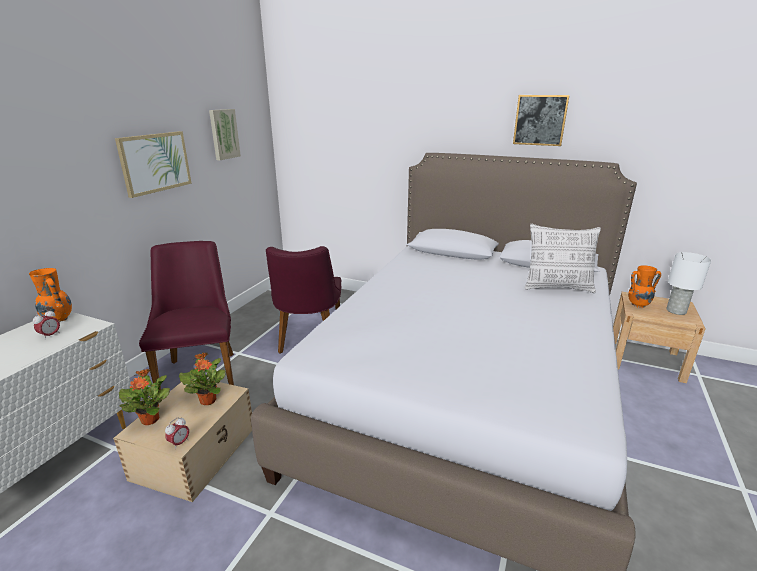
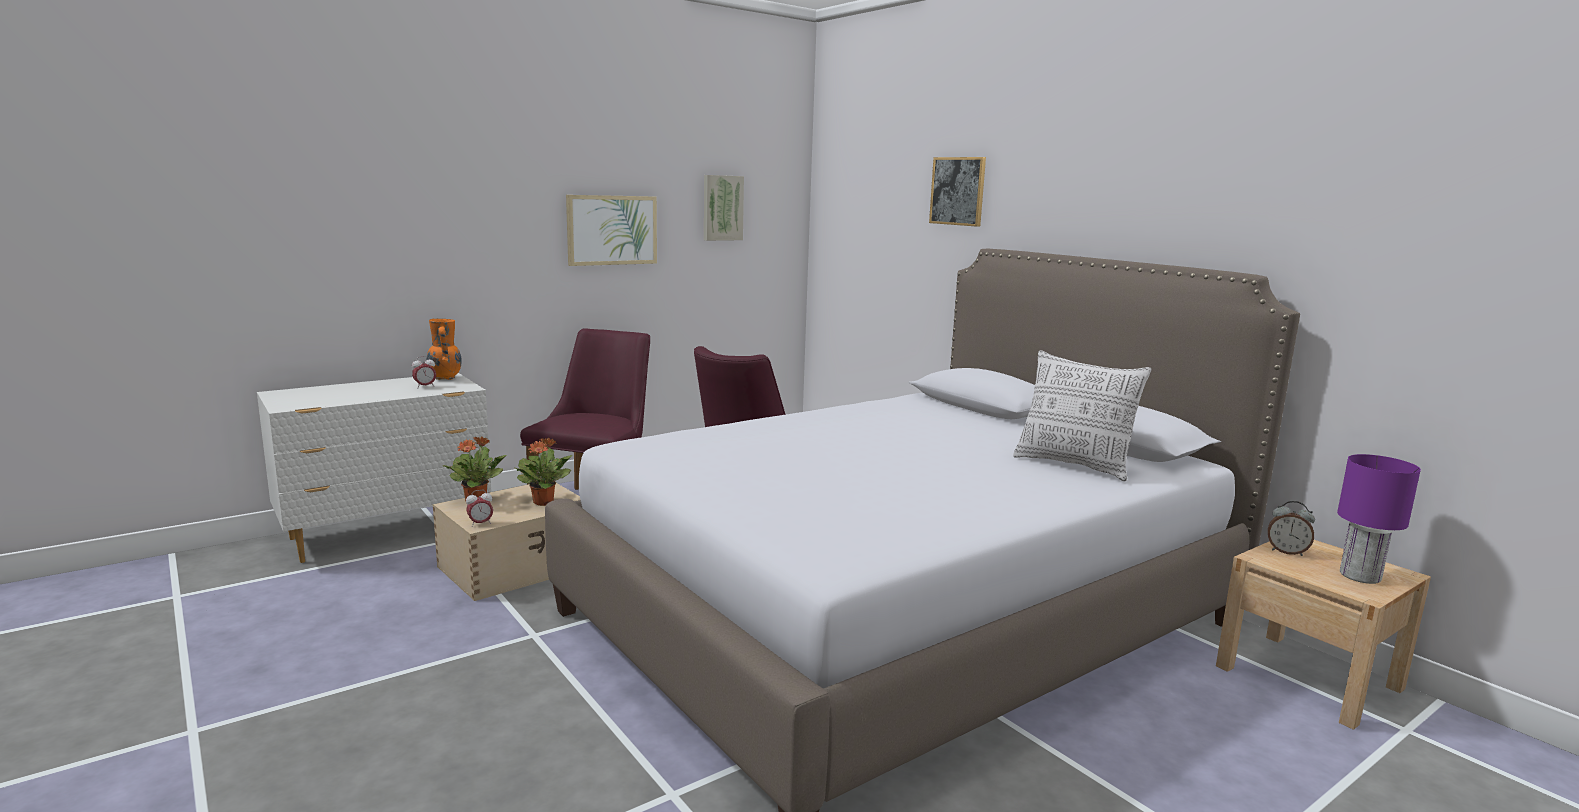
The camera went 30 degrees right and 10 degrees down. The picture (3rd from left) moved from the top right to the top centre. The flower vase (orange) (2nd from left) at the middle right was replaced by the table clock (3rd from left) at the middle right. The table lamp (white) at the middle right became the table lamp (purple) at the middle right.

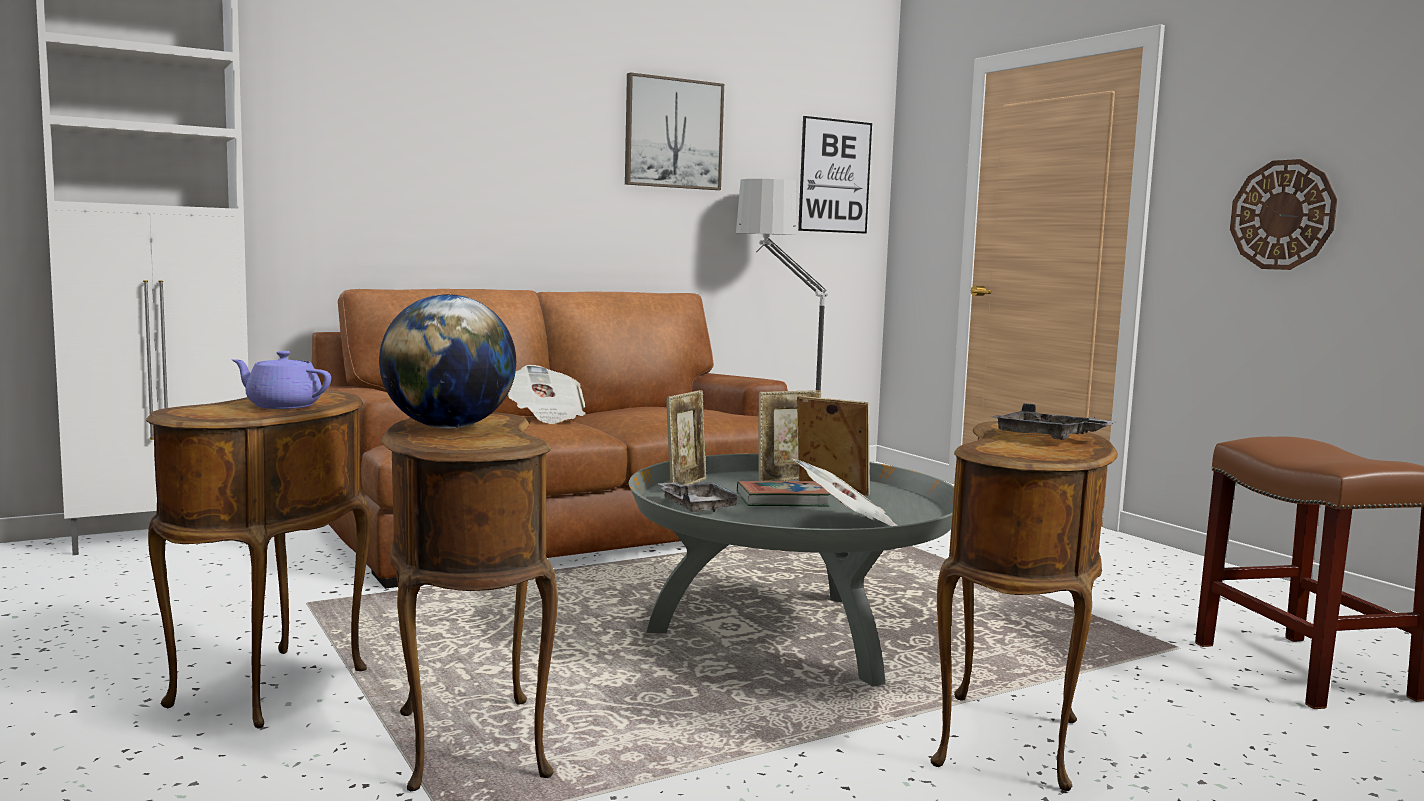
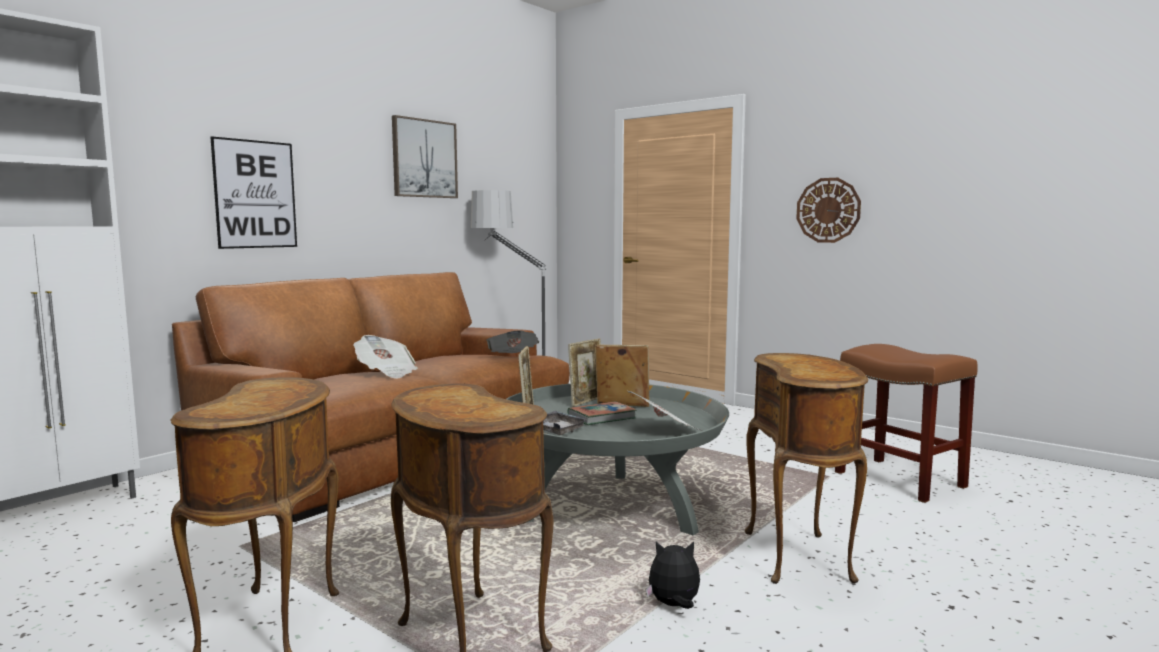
The camera went 20 degrees left and 0 degrees up. The picture (2nd from left in the first image) moved from the top centre to the top left. The daily paper (2nd from left) at the centre appeared. The soft toy at the bottom centre appeared. The teapot (purple) at the middle left disappeared. The world globe at the middle left disappeared. The serving tray (gray) (2nd from left) at the middle right disappeared.

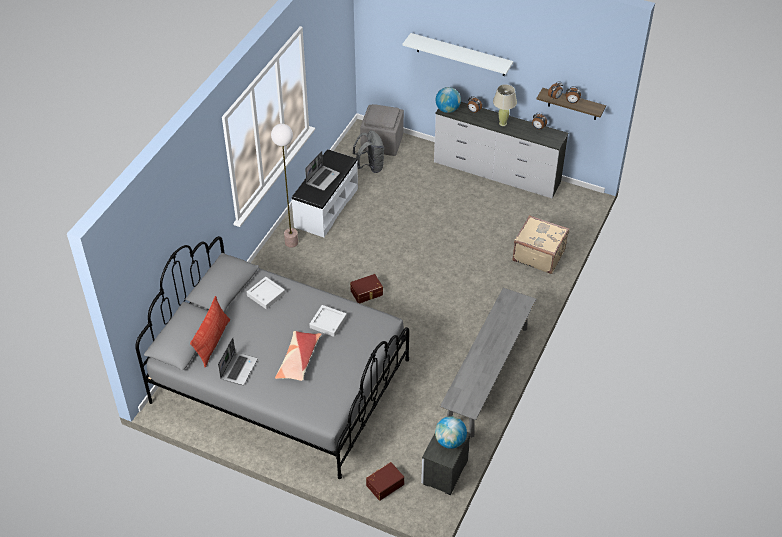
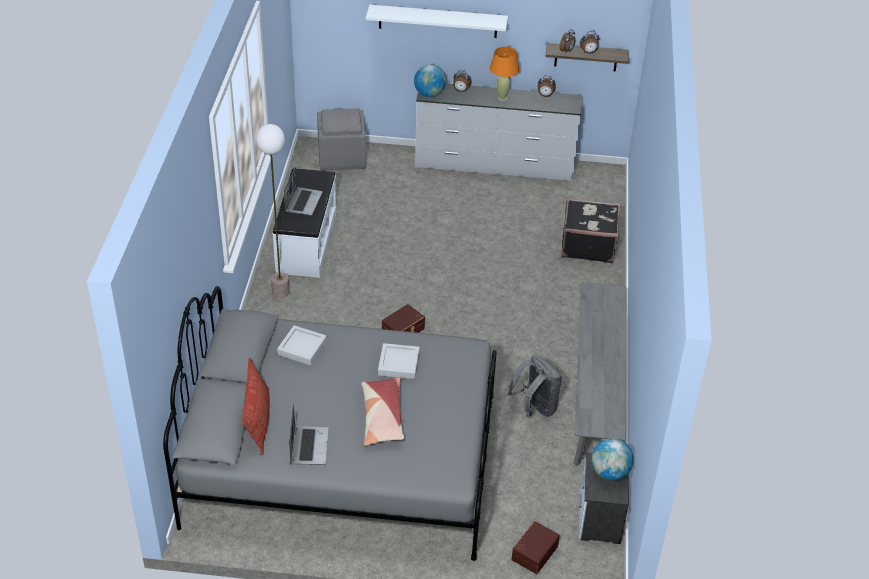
The camera went 20 degrees left and 5 degrees down. The table lamp (beige) at the top centre became the table lamp (orange) at the top centre. The knapsack (gray) moved from the top centre to the bottom centre. The piece of luggage (beige) at the middle right became the piece of luggage (black) at the middle right.

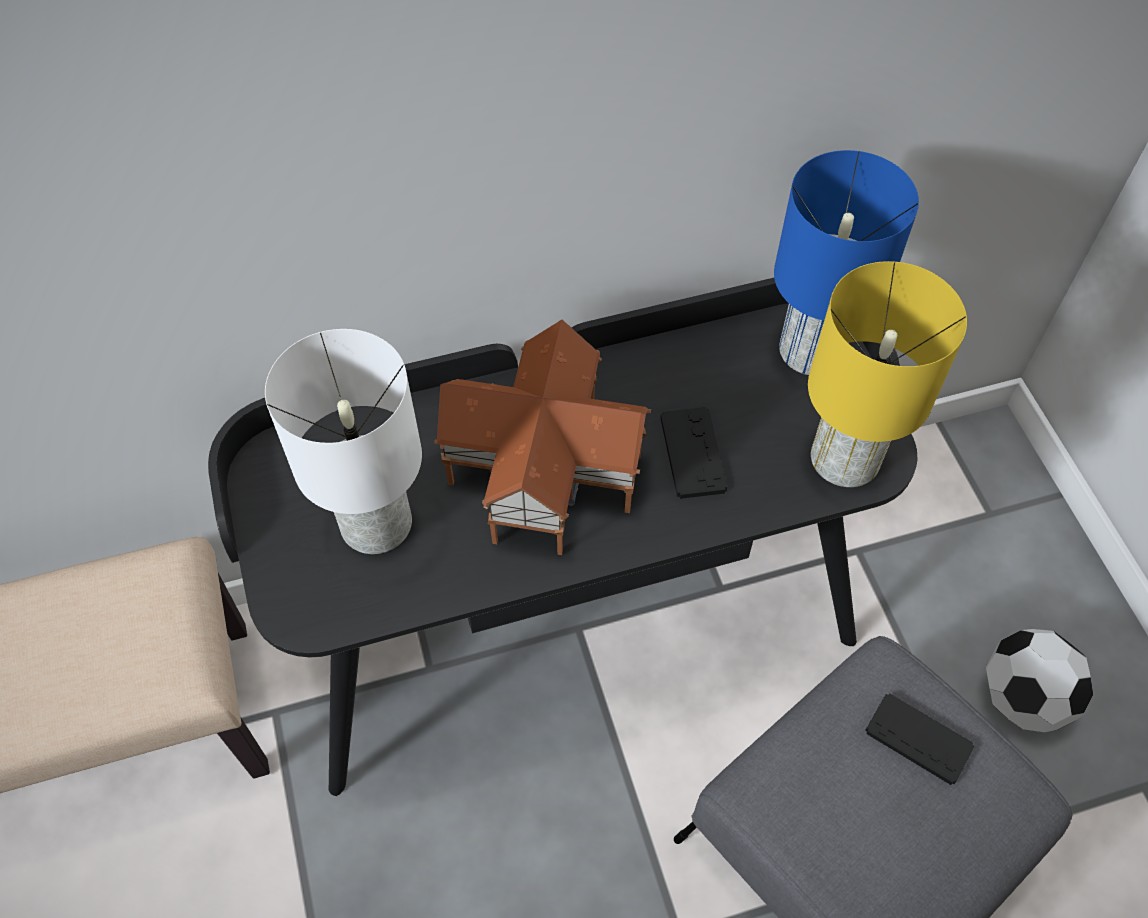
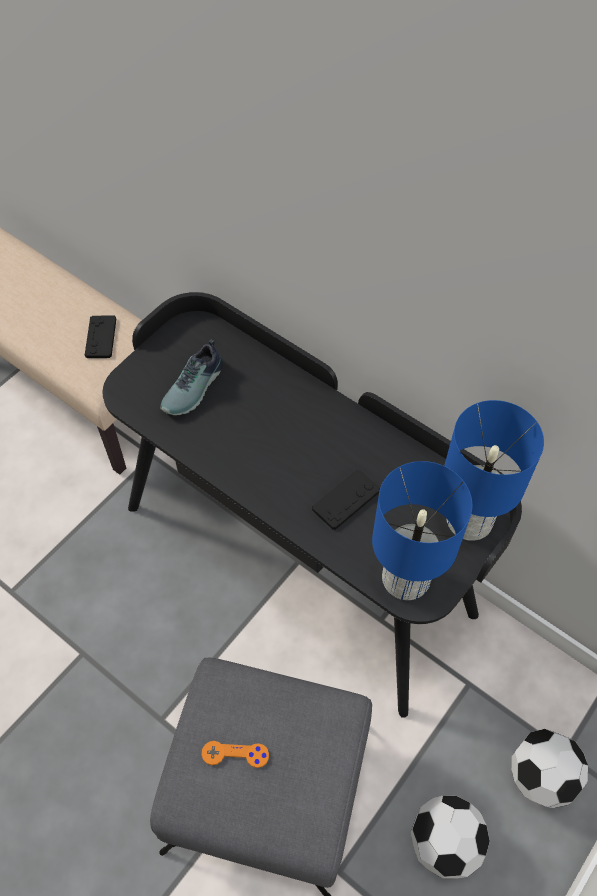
The camera went 55 degrees right and 0 degrees up. The game controller (black) (2nd from left in the first image) moved from the bottom right to the middle left. The table lamp (white) at the middle left was replaced by the shoe at the middle left. The game controller (orange) at the bottom centre appeared. The table lamp (yellow-coloured) at the middle right became the table lamp (blue-coloured) (1st from left) at the middle right. The football (2nd from left) at the bottom right appeared. The toy house at the centre disappeared.

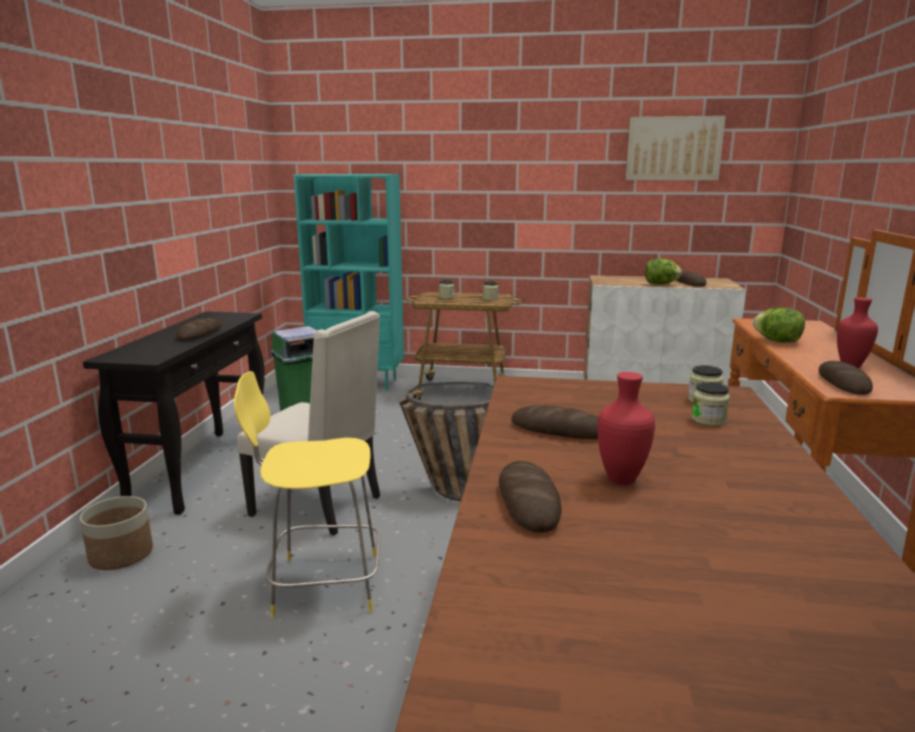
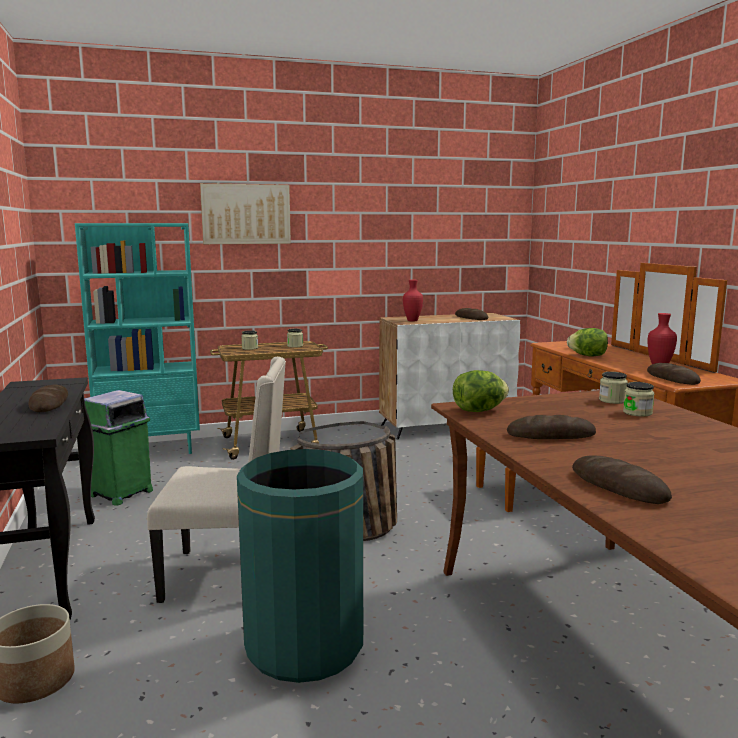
The camera went 25 degrees left and 5 degrees down. The picture moved from the top right to the top left. The sitting stool (yellow-coloured) at the bottom centre was replaced by the rubbish bin (green-coloured) (2nd from left) at the bottom centre. The flower vase (red) (1st from left) moved from the middle right to the centre. The lettuce head (1st from left) moved from the middle right to the centre.

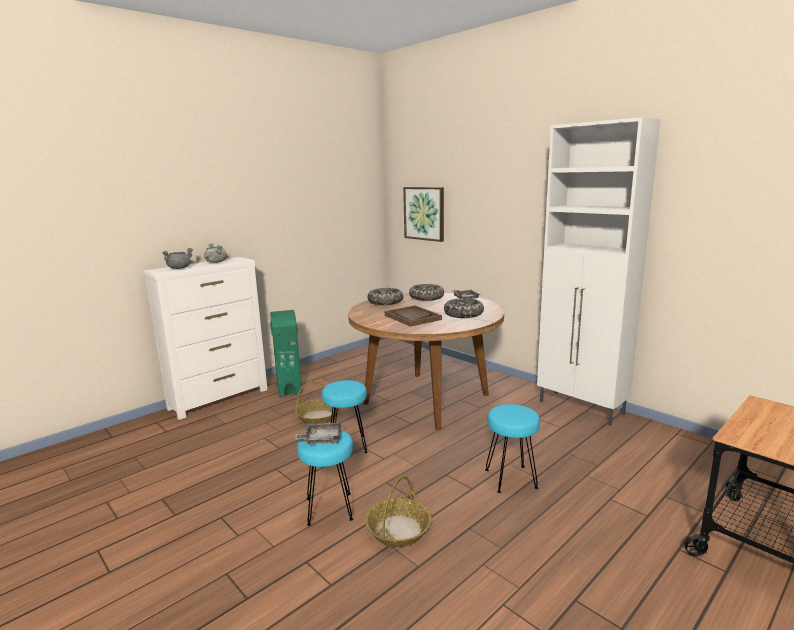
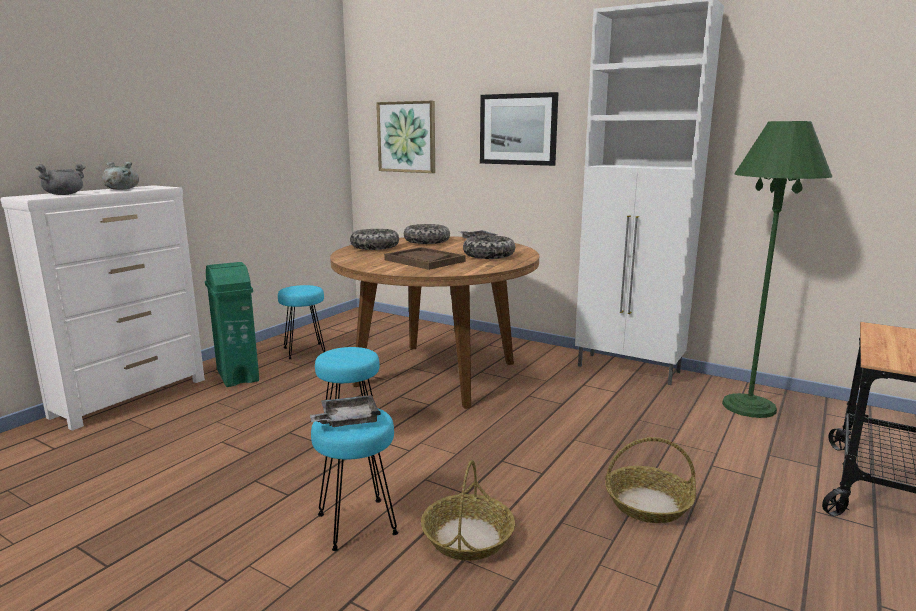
The camera went 15 degrees left and 0 degrees up. The sitting stool (blue-green) (3rd from left in the first image) moved from the bottom centre to the middle left. The picture (2nd from left) at the top centre appeared. The storage basket (1st from left in the first image) moved from the centre to the bottom right. The standard lamp (green-coloured) at the middle right appeared.

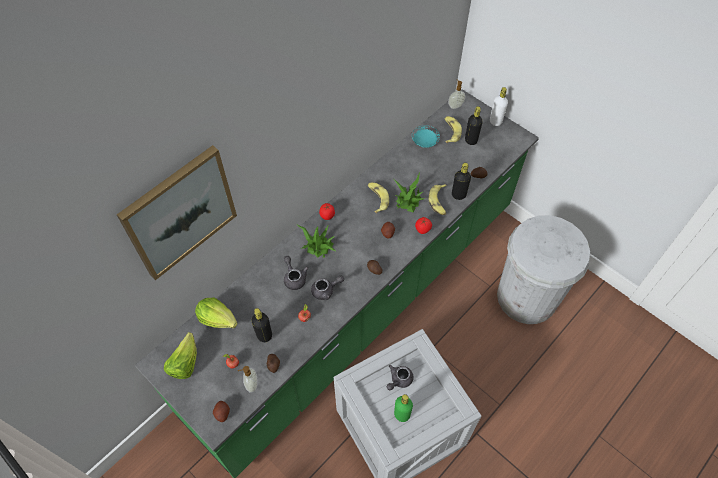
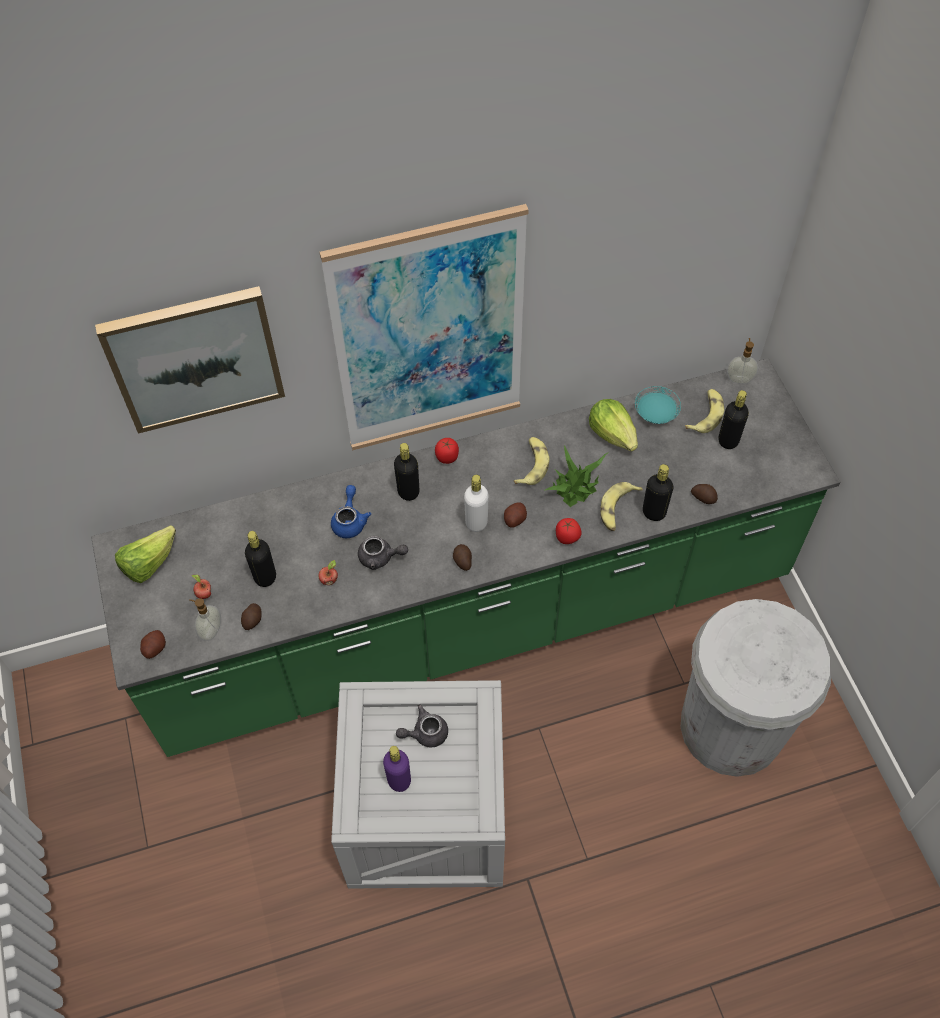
The camera went 30 degrees right and 0 degrees up. The picture (2nd from left) at the top centre appeared. The teapot (gray) (1st from left) at the centre became the teapot (blue-coloured) at the centre. The drink bottle (green-coloured) at the bottom centre became the drink bottle (purple) at the bottom centre. The potted plant (1st from left) at the centre was replaced by the drink bottle (black) (2nd from left) at the centre. The drink bottle (white) moved from the top right to the centre. The lettuce head (2nd from left) moved from the middle left to the centre.

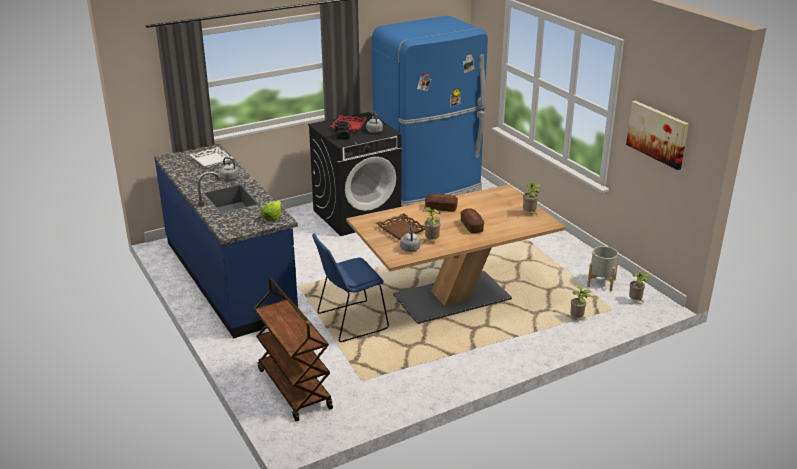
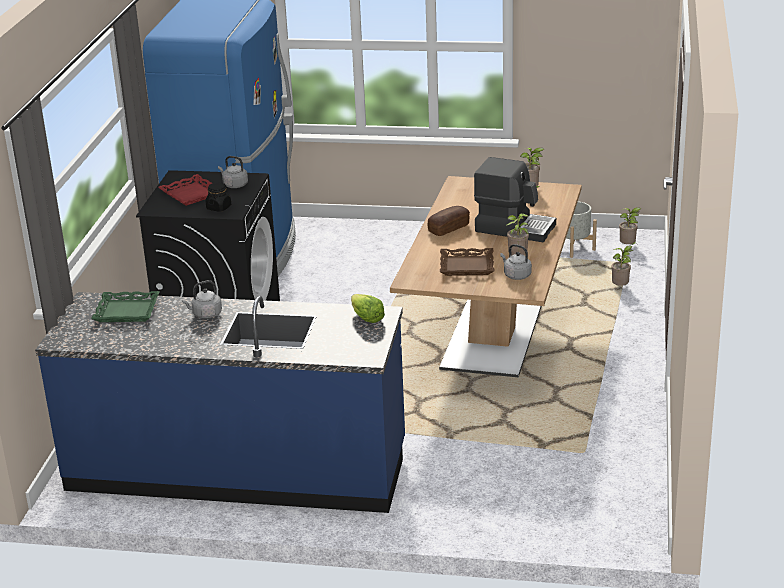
The camera went 50 degrees left and 0 degrees up. The serving tray (white) at the middle left became the serving tray (green-coloured) at the middle left. The bakery bread (2nd from left) at the centre was replaced by the coffee maker at the centre. The wheeled cart (brown-coloured) at the bottom centre disappeared. The upright chair (blue-coloured) at the centre disappeared. The picture at the top right disappeared.

